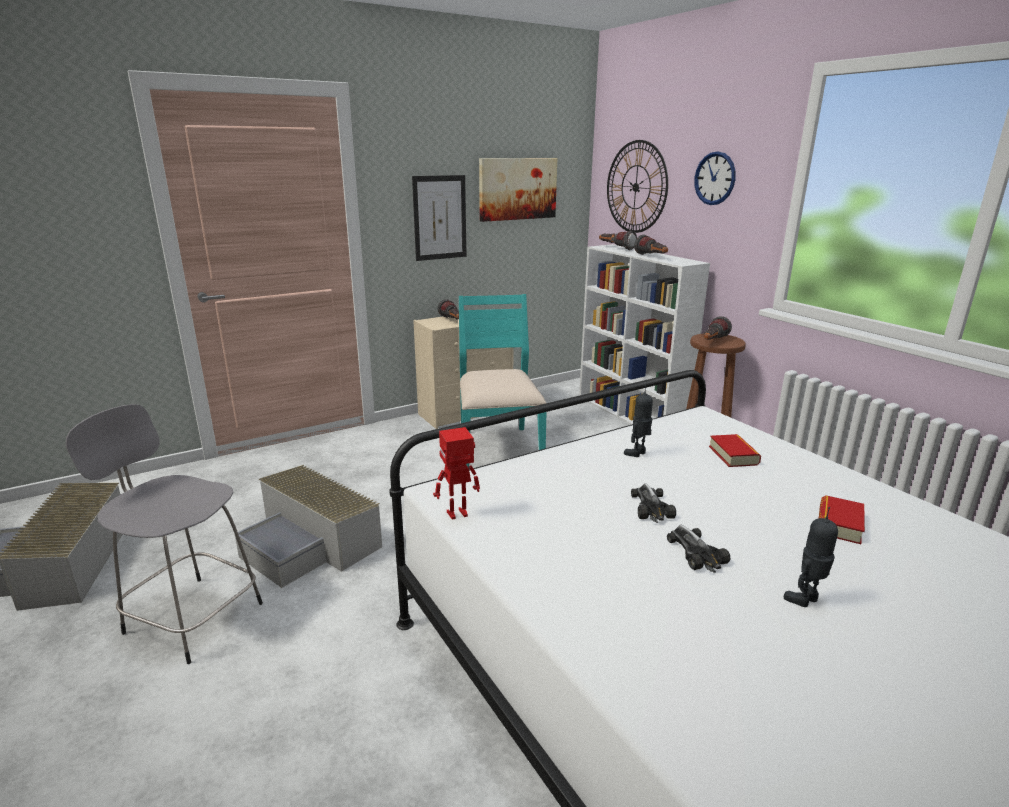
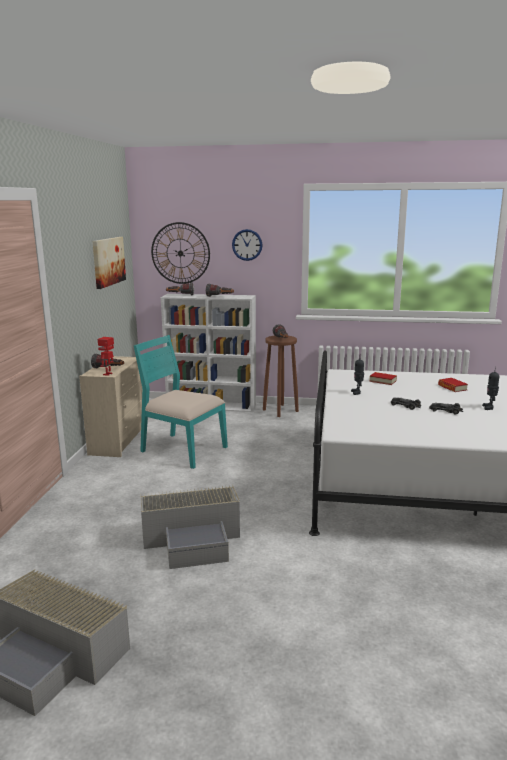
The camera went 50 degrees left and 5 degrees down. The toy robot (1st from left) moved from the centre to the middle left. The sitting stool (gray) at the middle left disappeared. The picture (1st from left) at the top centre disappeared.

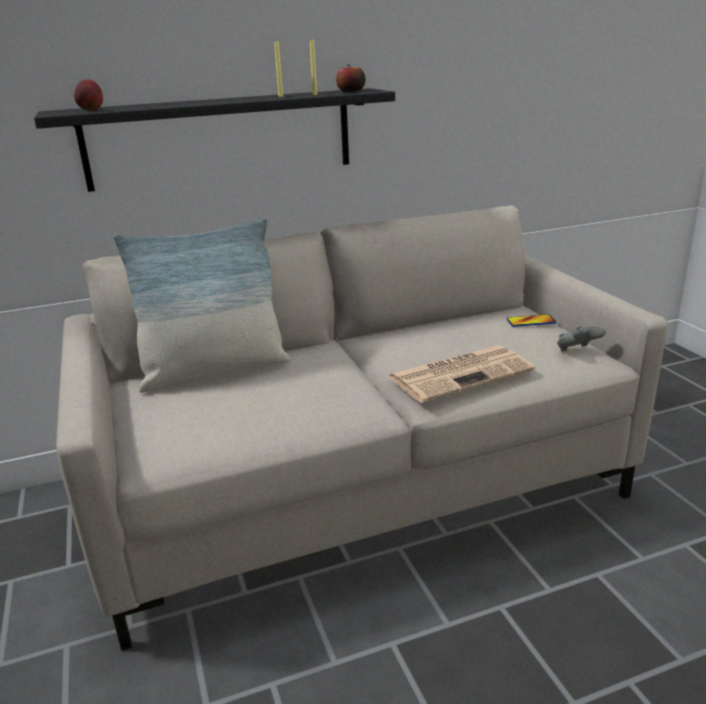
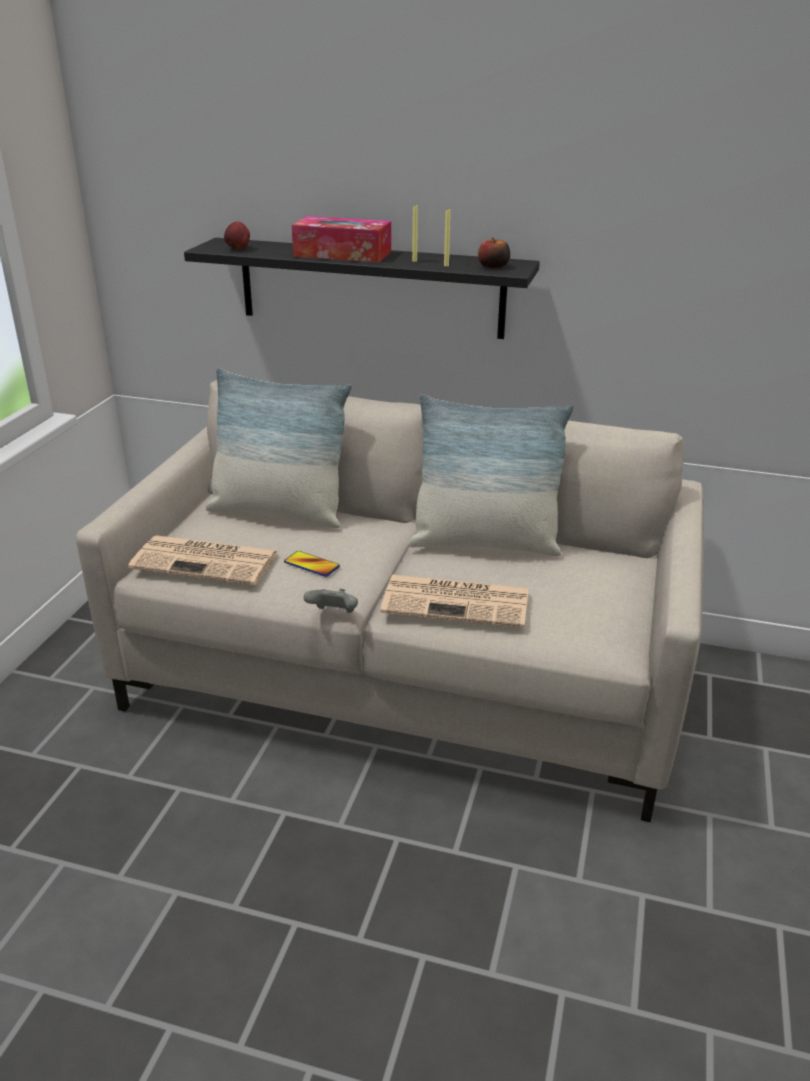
The camera went 35 degrees right and 5 degrees up. The daily paper (1st from left) at the middle left appeared. The phone moved from the middle right to the centre. The box of tissues at the top centre appeared. The game controller (gray) moved from the middle right to the centre. The throw pillow (2nd from left) at the centre appeared.

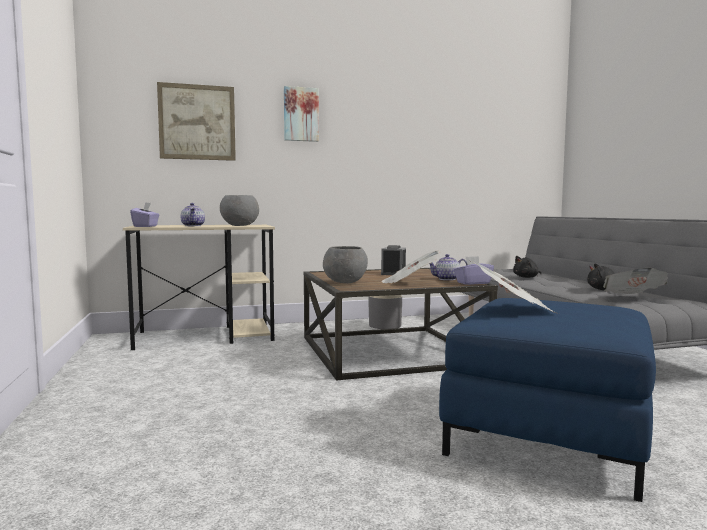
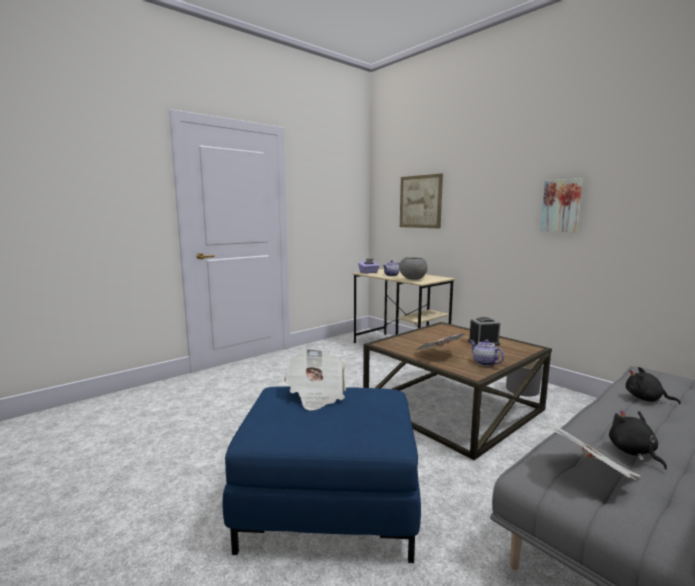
The camera went 65 degrees right and 5 degrees up. The picture (2nd from left) moved from the top centre to the middle right. The deep dish (gray) (2nd from left) at the centre disappeared. The box of tissues (purple) (2nd from left) at the middle right disappeared.

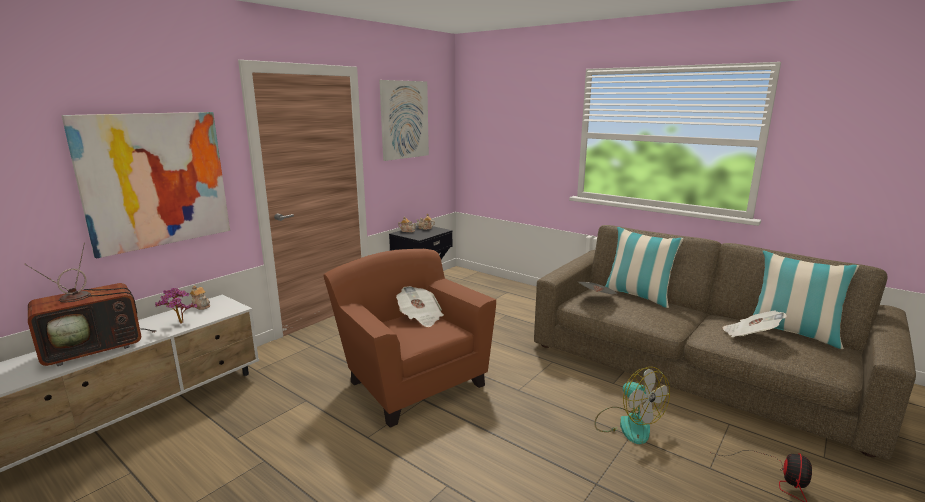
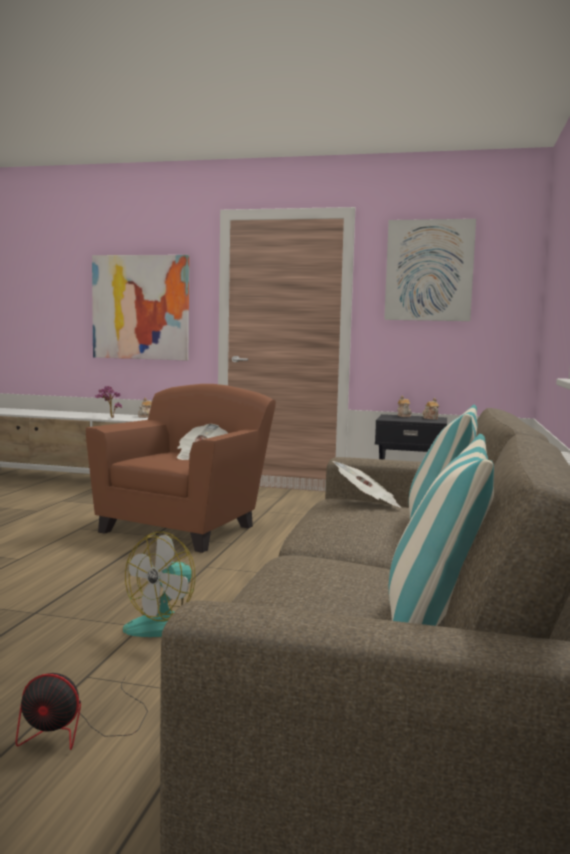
The camera went 65 degrees right and 10 degrees down. The television at the middle left disappeared. The daily paper (3rd from left) at the middle right disappeared.

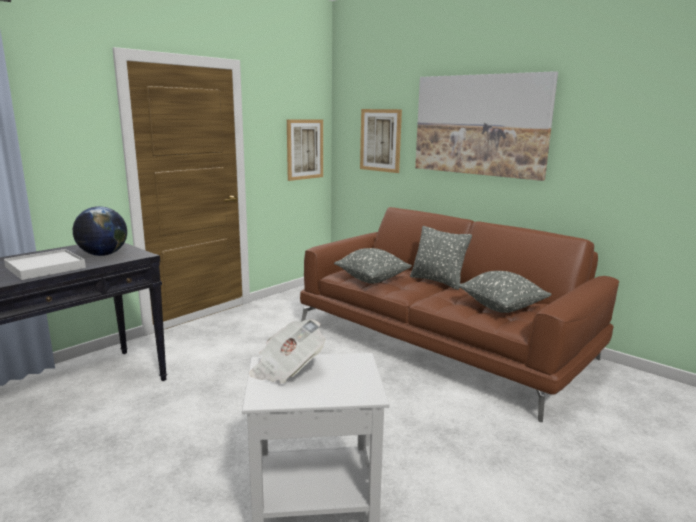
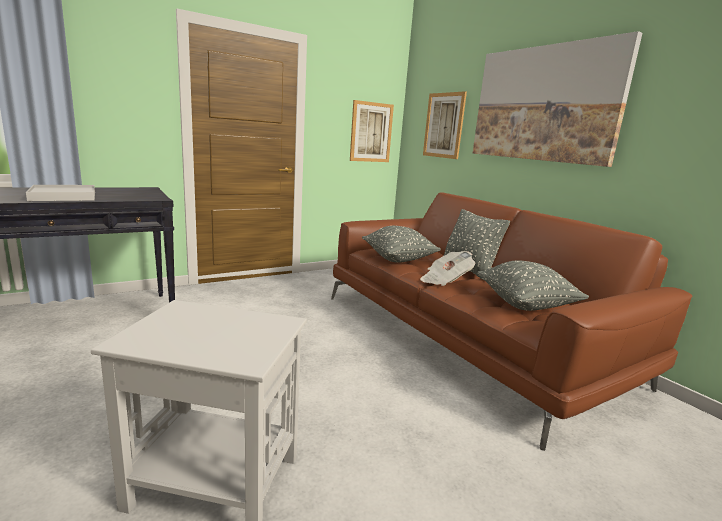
The camera went 15 degrees right and 0 degrees up. The daily paper moved from the bottom centre to the centre. The world globe at the middle left disappeared.

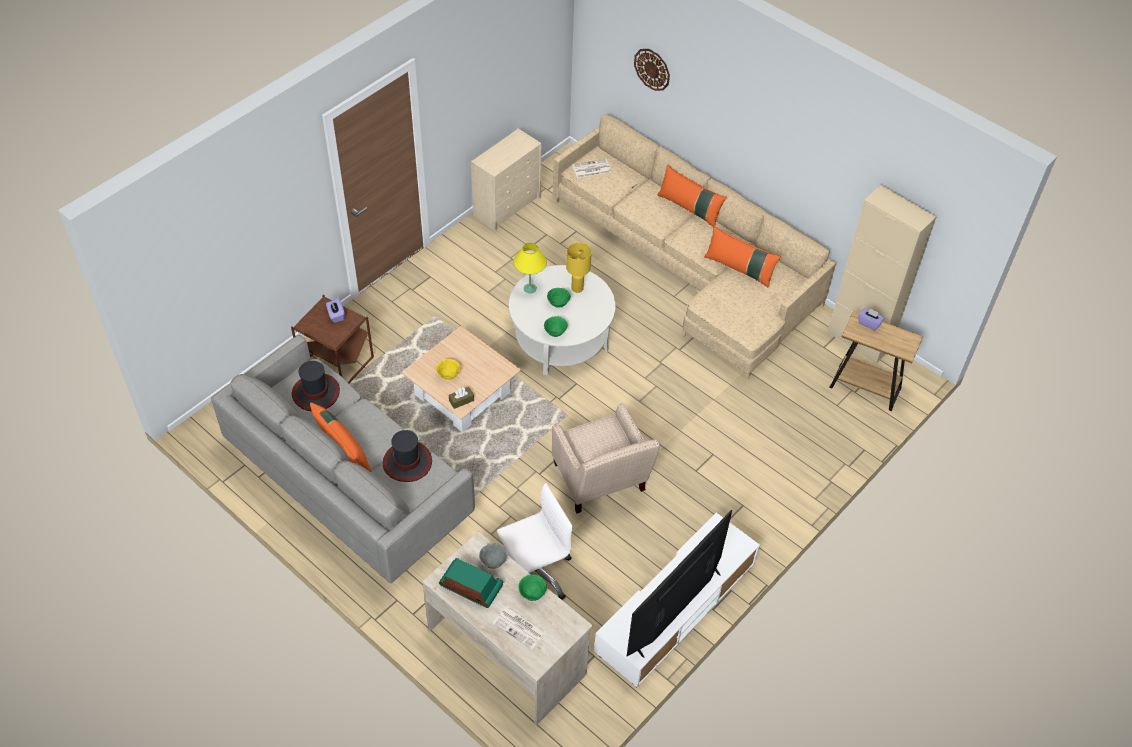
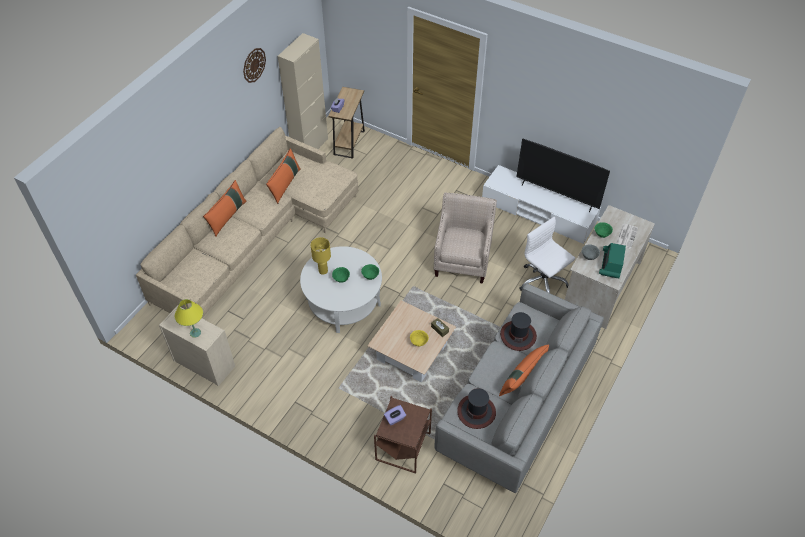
The camera went 100 degrees left and 0 degrees up. The table lamp (yellow-coloured) (1st from left) moved from the centre to the middle left. The wall clock moved from the top centre to the top left. The lounge chair (beige) at the centre turned 45 degrees counterclockwise. The daily paper (2nd from left) at the top centre disappeared.

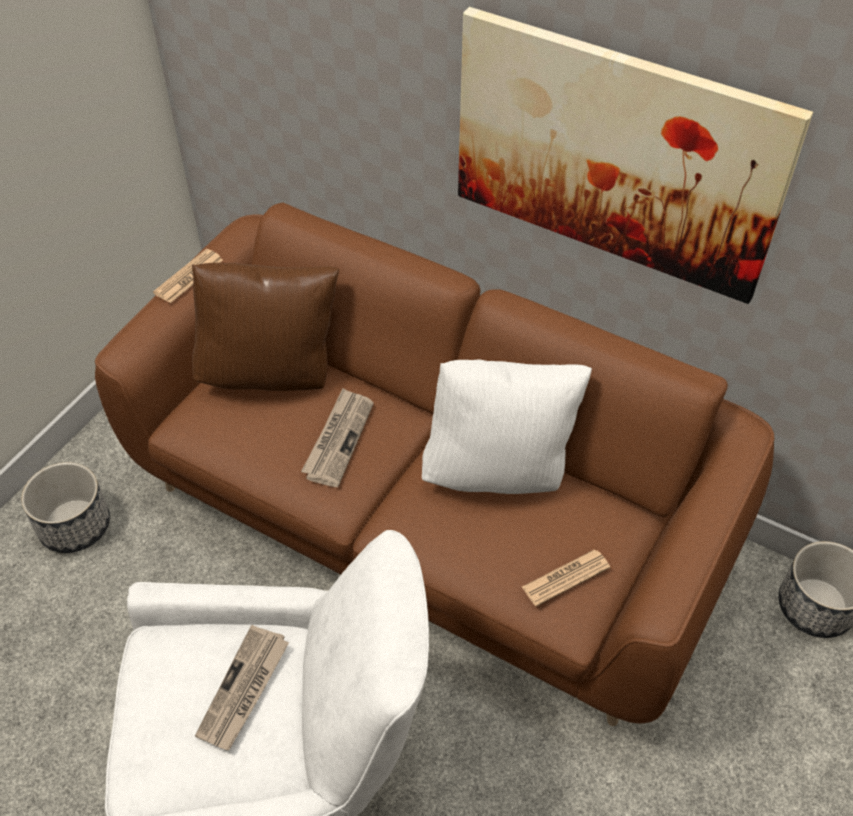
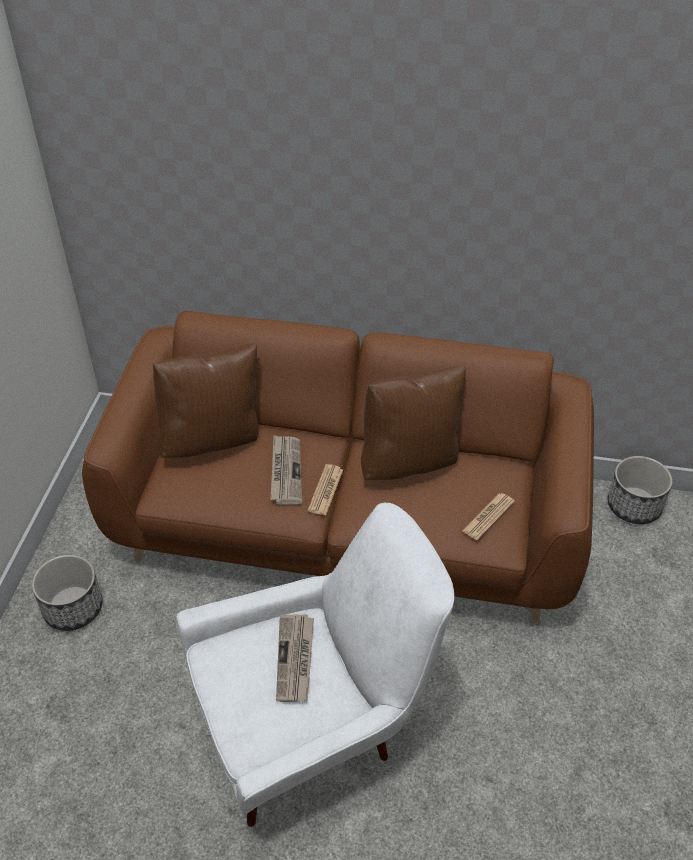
The camera went 20 degrees left and 5 degrees down. The daily paper (1st from left in the first image) moved from the middle left to the centre. The throw pillow (white) at the centre became the throw pillow (brown-coloured) (2nd from left) at the centre. The picture at the top right disappeared.

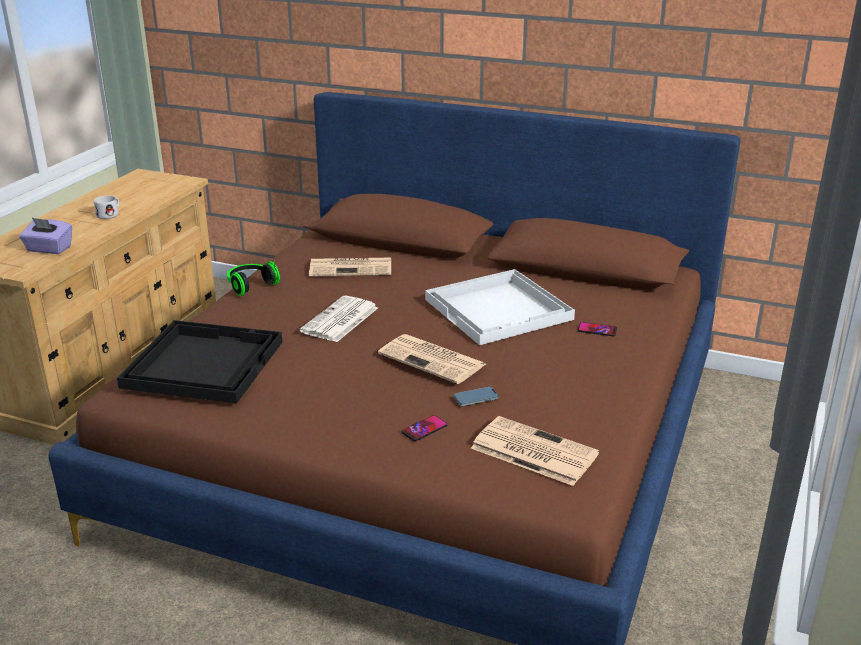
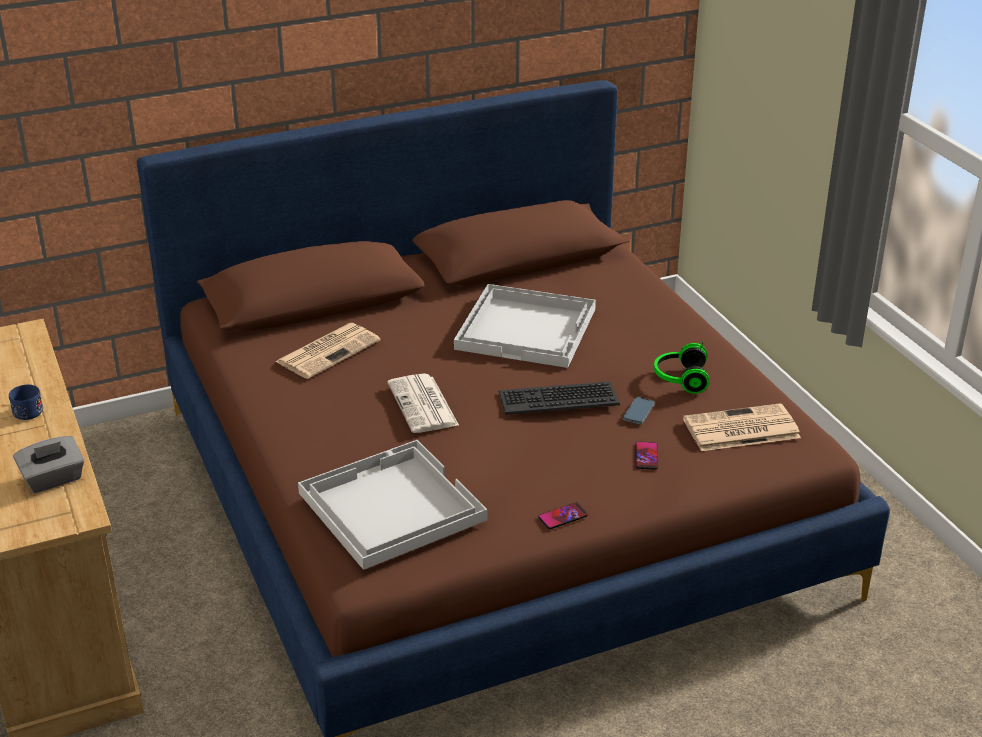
The camera went 45 degrees left and 5 degrees up. The mug (white) at the top left became the mug (blue-coloured) at the middle left. The box of tissues (purple) at the middle left became the box of tissues (gray) at the middle left. The serving tray (black) at the middle left became the serving tray (white) (1st from left) at the bottom centre. The daily paper (3rd from left) at the centre was replaced by the keyboard at the centre. The phone (3rd from left in the first image) moved from the middle right to the bottom centre. The headset moved from the middle left to the middle right.

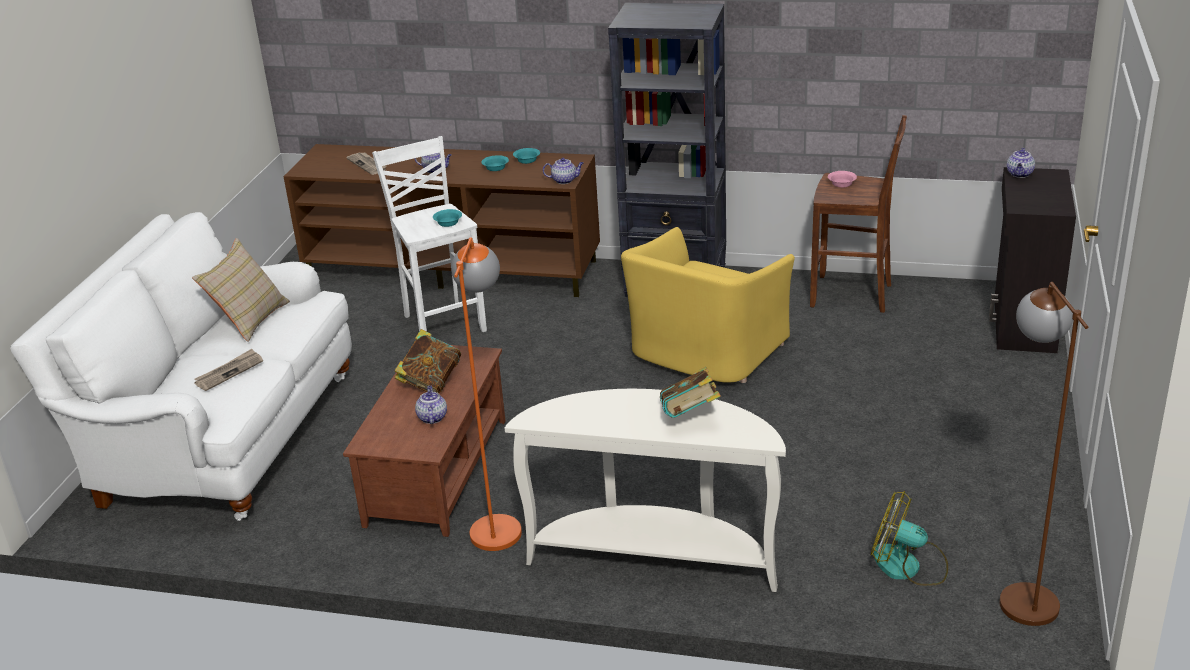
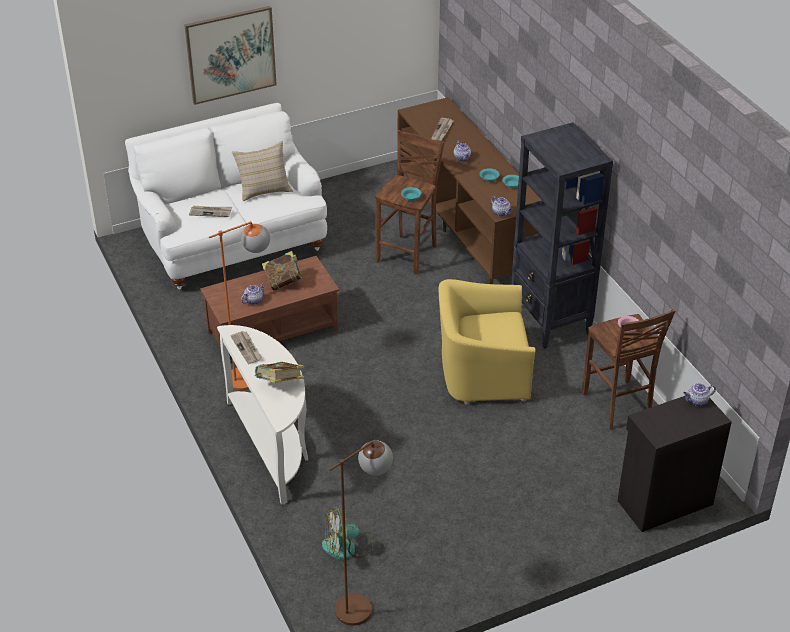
The camera went 50 degrees right and 10 degrees up. The picture at the top left appeared. The daily paper (2nd from left) at the middle left appeared. The cooling fan at the bottom right turned 90 degrees counterclockwise. The sitting stool (white) at the centre became the sitting stool (brown-coloured) (1st from left) at the top centre.

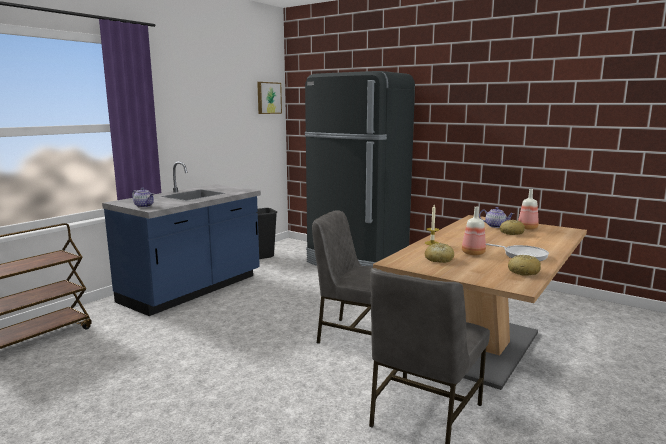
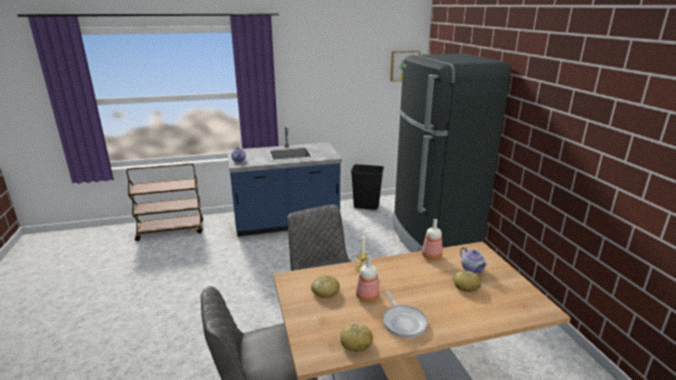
The camera went 40 degrees right and 10 degrees up. The drink bottle (2nd from left) moved from the middle right to the centre.

